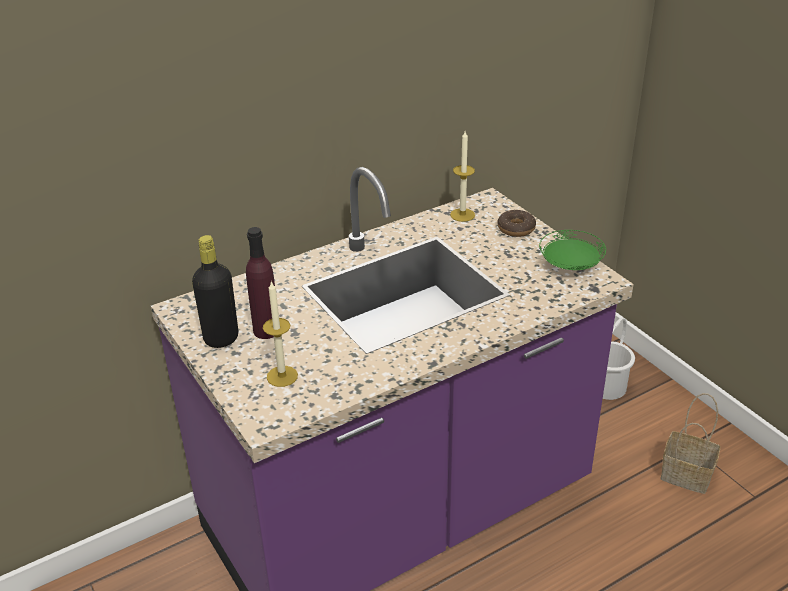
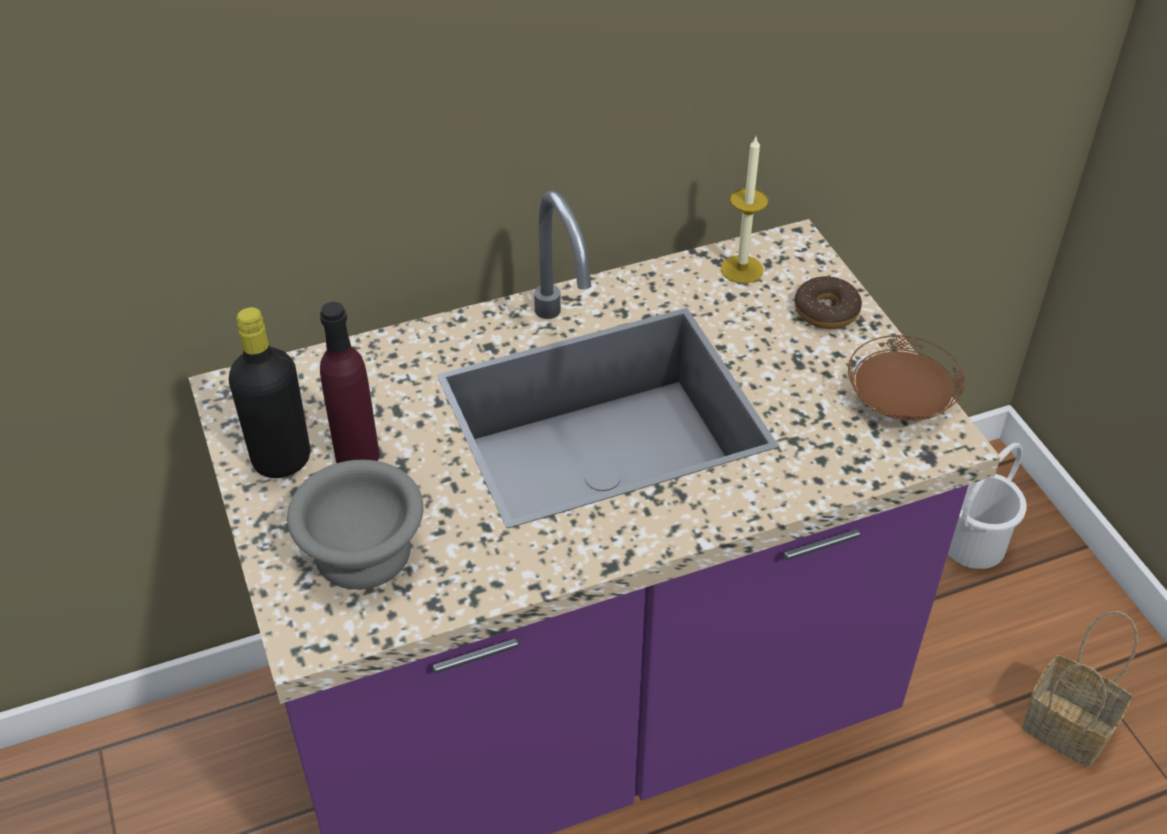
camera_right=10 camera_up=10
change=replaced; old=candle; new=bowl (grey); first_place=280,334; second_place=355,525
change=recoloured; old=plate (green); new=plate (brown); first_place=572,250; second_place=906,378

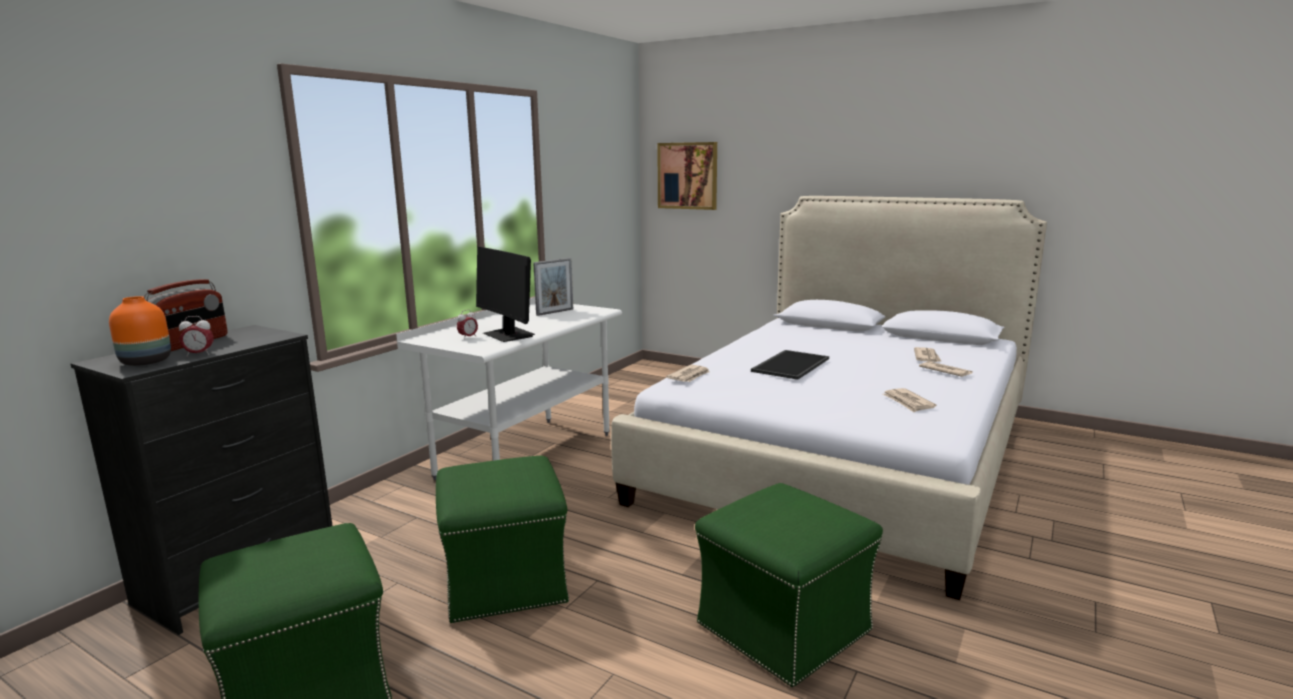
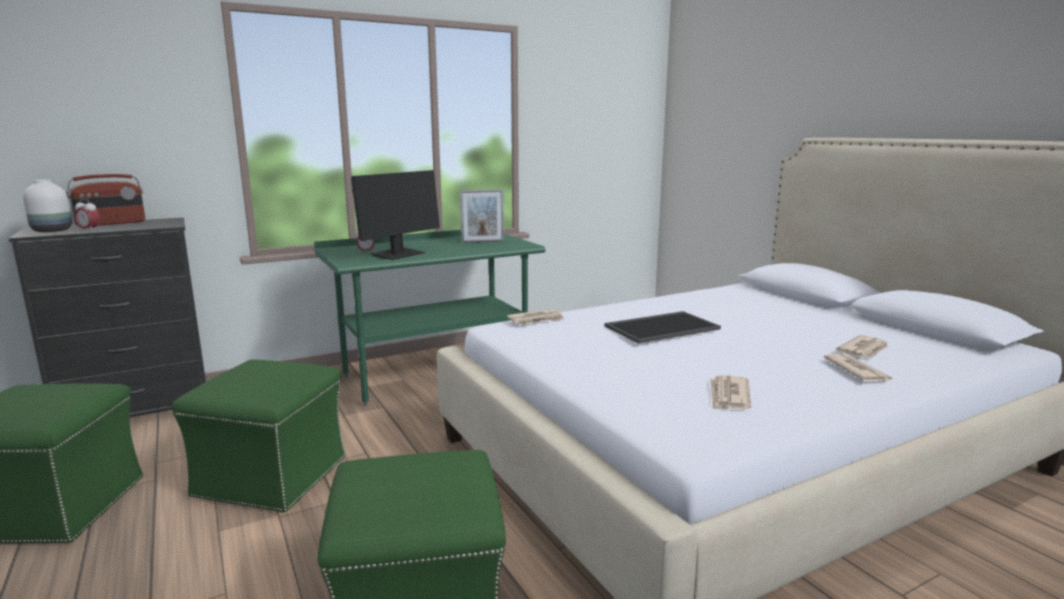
camera_right=30 camera_up=0
change=removed; old=picture; first_place=687,176
change=recoloured; old=vase (orange); new=vase (white); first_place=140,331; second_place=47,206
change=recoloured; old=desk (white); new=desk (green); first_place=509,388; second_place=430,318
change=turned; old=monitor; first_place=505,294; second_place=395,215; degrees=-135

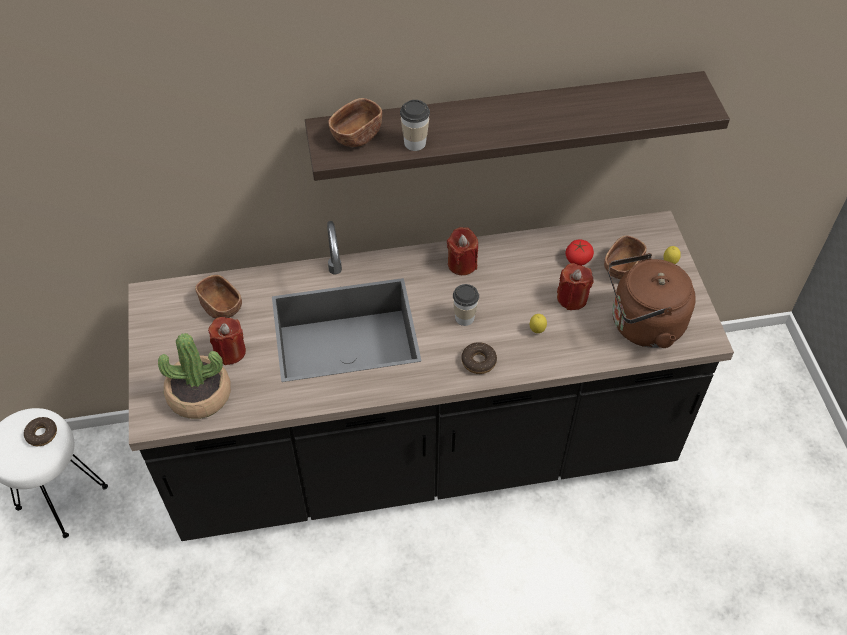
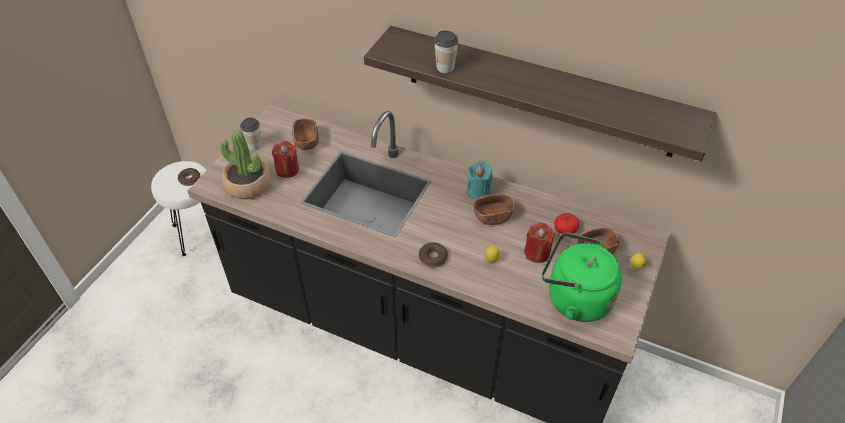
camera_right=35 camera_up=-5
change=moved; old=bowl (brown); first_place=355,122; second_place=494,209
change=moved; old=cup; first_place=466,305; second_place=251,134
change=recoloured; old=candle (red); new=candle (turquoise); first_place=462,251; second_place=480,180
change=recoloured; old=kettle (brown); new=kettle (green); first_place=652,300; second_place=582,277

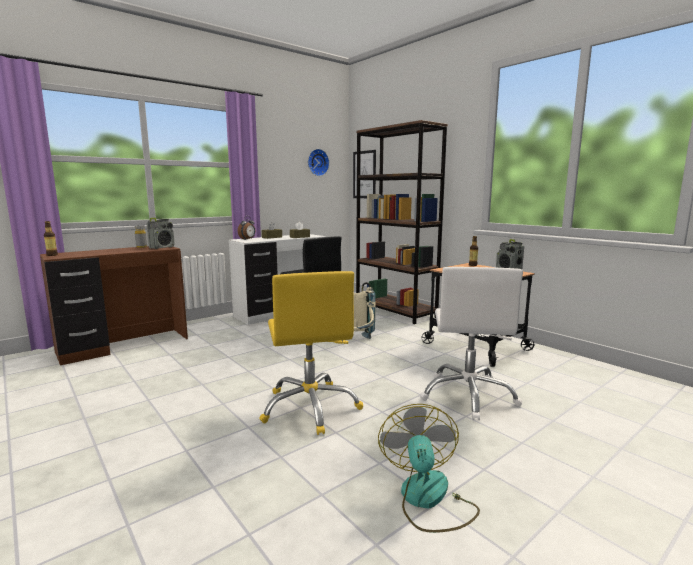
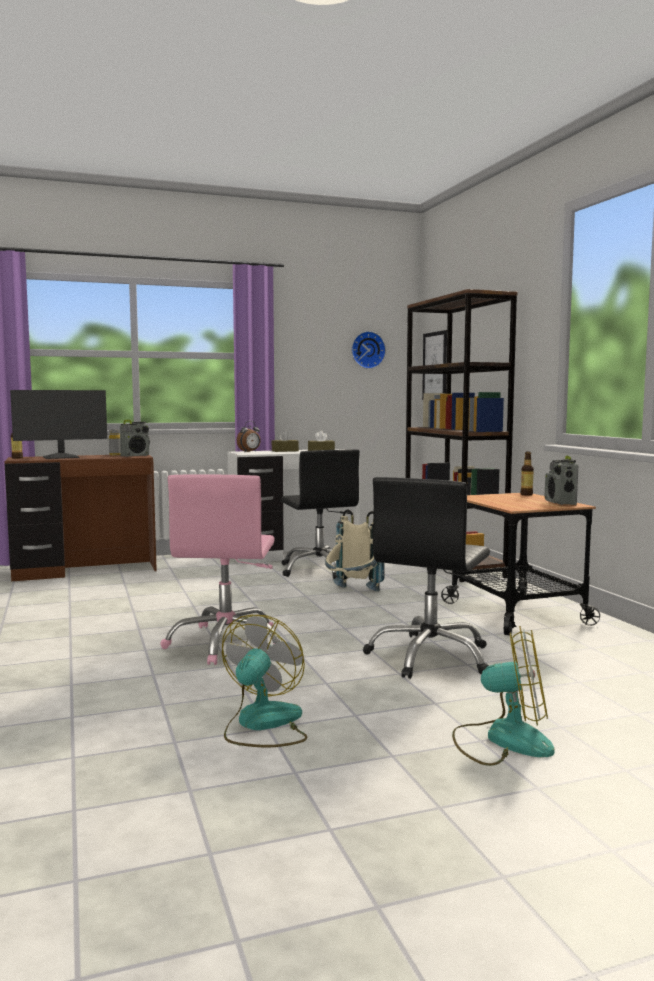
camera_right=20 camera_up=-5
change=added; new=monitor; second_place=58,424
change=added; new=fan; second_place=503,696
change=recoloured; old=office chair (yellow); new=office chair (pink); first_place=311,353; second_place=220,569
change=recoloured; old=office chair (white); new=office chair (black); first_place=471,343; second_place=426,578

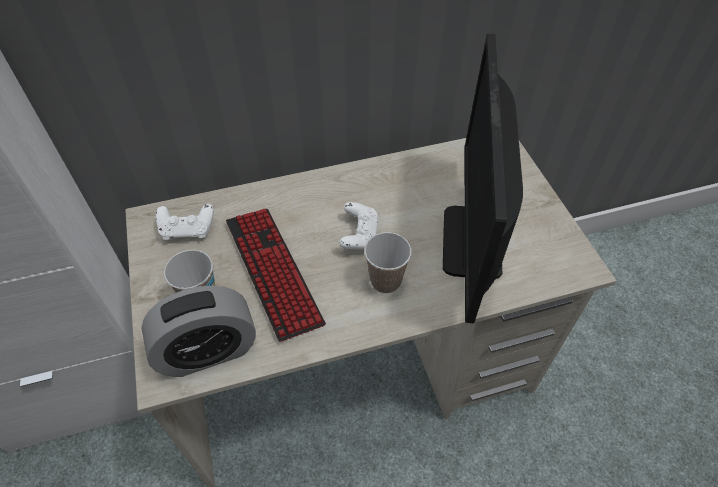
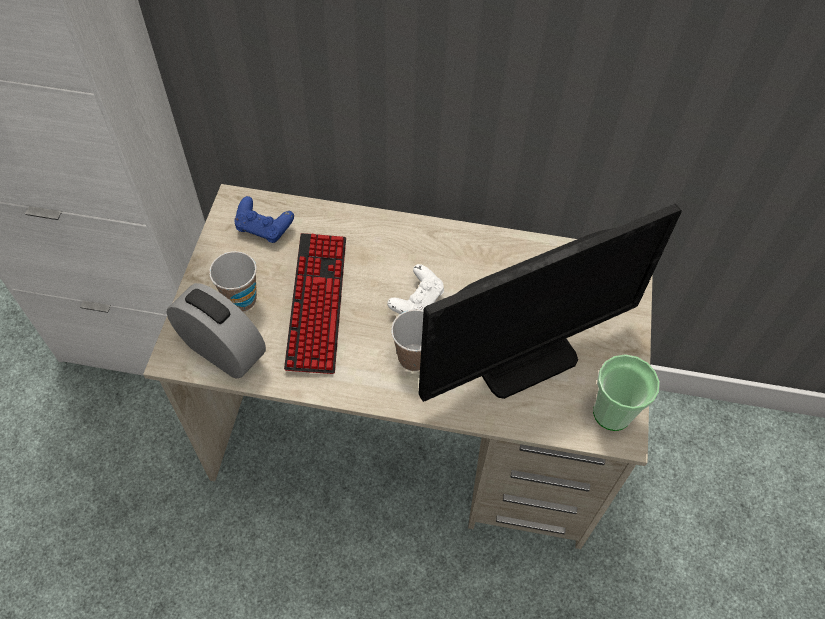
camera_right=25 camera_up=5
change=added; new=cup; second_place=626,392
change=recoloured; old=game controller (white); new=game controller (blue); first_place=185,222; second_place=264,219
change=turned; old=alarm clock; first_place=199,331; second_place=216,331; degrees=-150
change=turned; old=monitor; first_place=483,178; second_place=550,303; degrees=-150

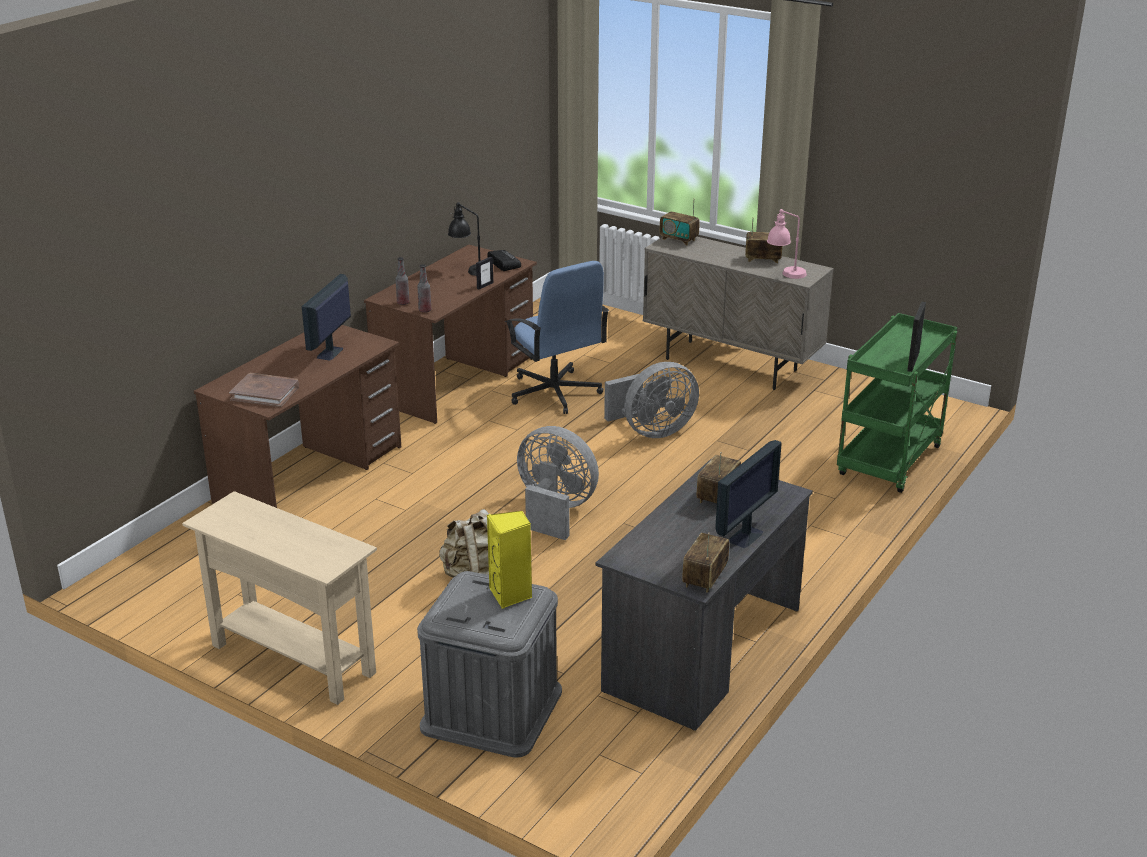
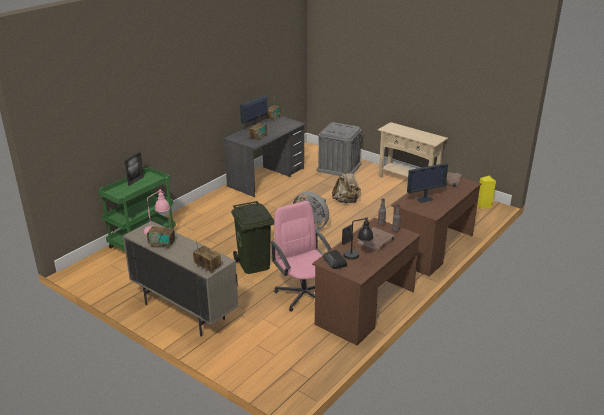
camera_right=-175 camera_up=0
change=added; new=book (brown); second_place=376,239
change=moved; old=speaker (yellow); first_place=509,560; second_place=486,192
change=replaced; old=fan (grey); new=trash can (green); first_place=651,400; second_place=252,237
change=recoloured; old=office chair (blue); new=office chair (pink); first_place=557,337; second_place=300,256
change=turned; old=monitor; first_place=326,317; second_place=427,183; degrees=45

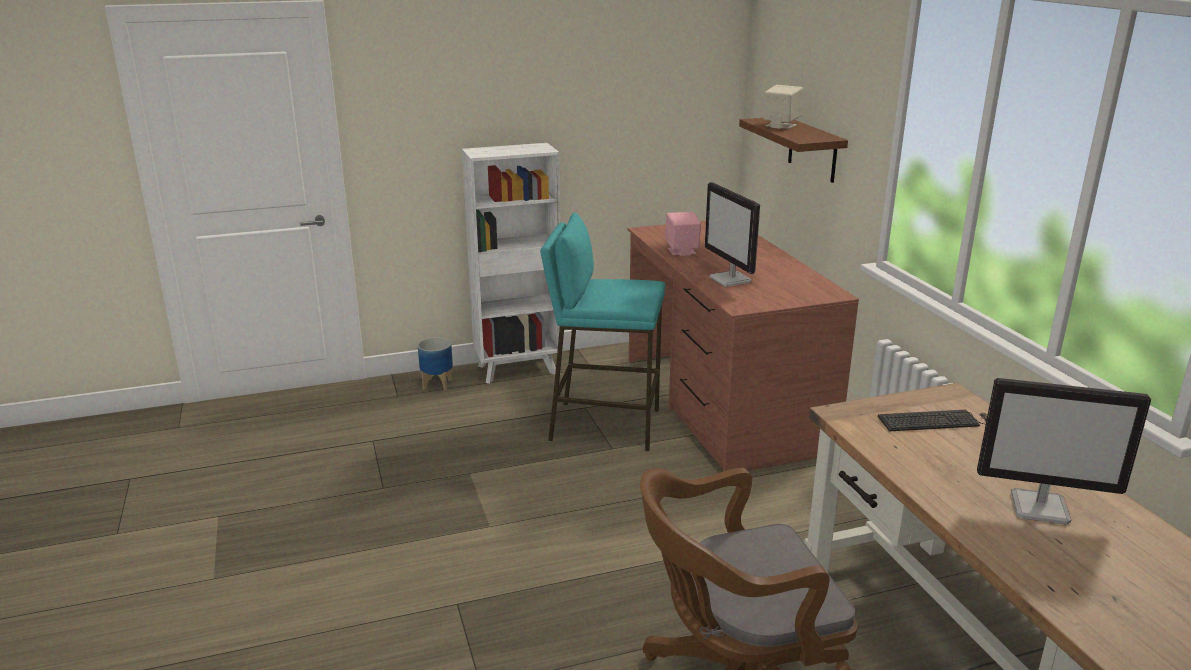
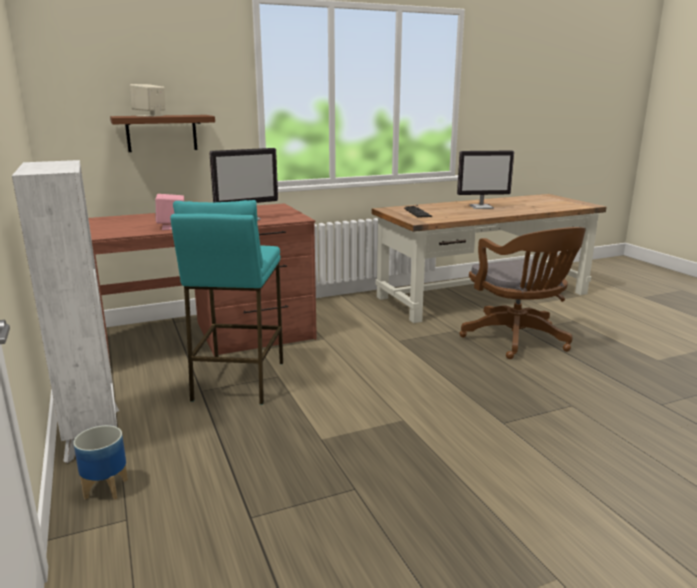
camera_right=-95 camera_up=-5
change=turned; old=monitor; first_place=1064,451; second_place=485,180; degrees=75

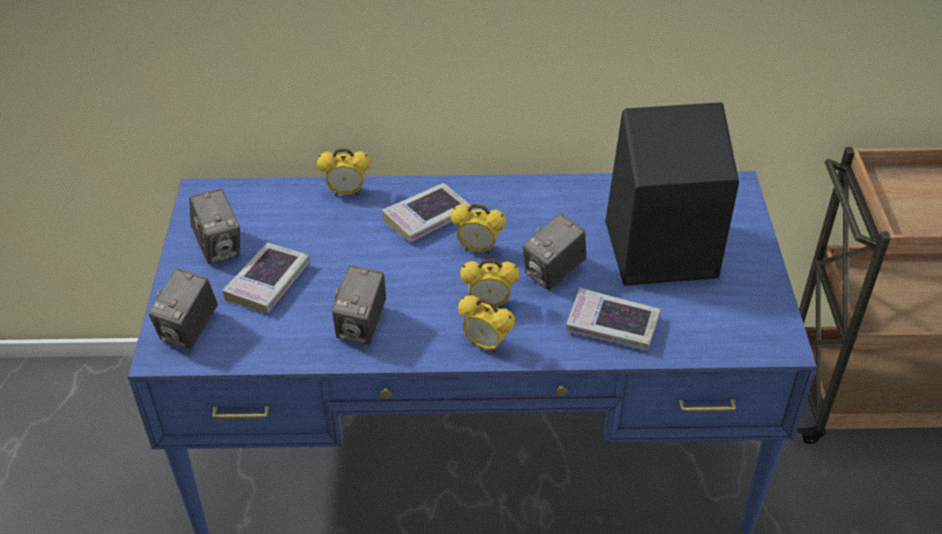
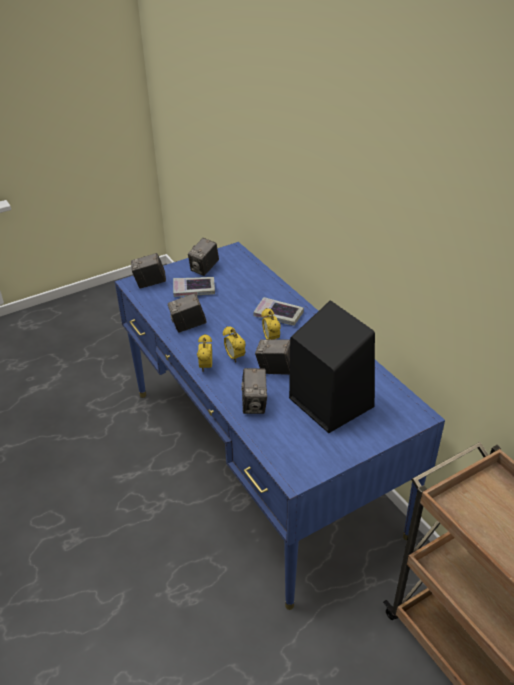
camera_right=60 camera_up=-5
change=removed; old=alarm clock; first_place=343,172
change=replaced; old=book; new=photo camera; first_place=613,319; second_place=254,391

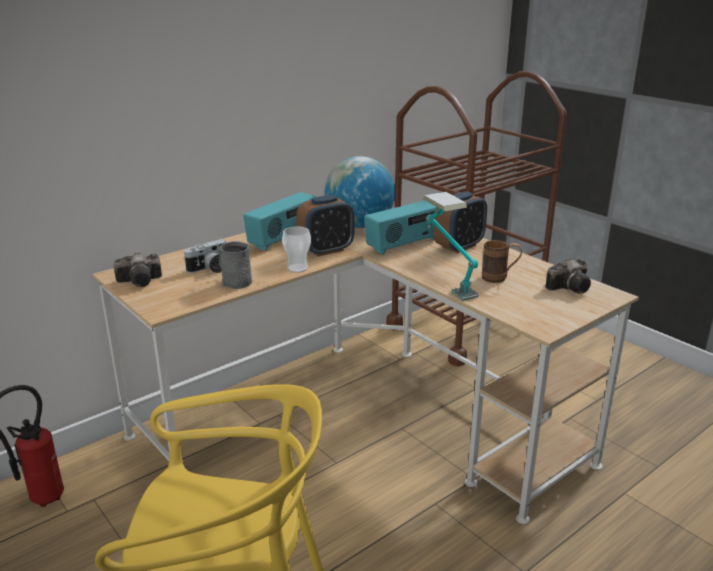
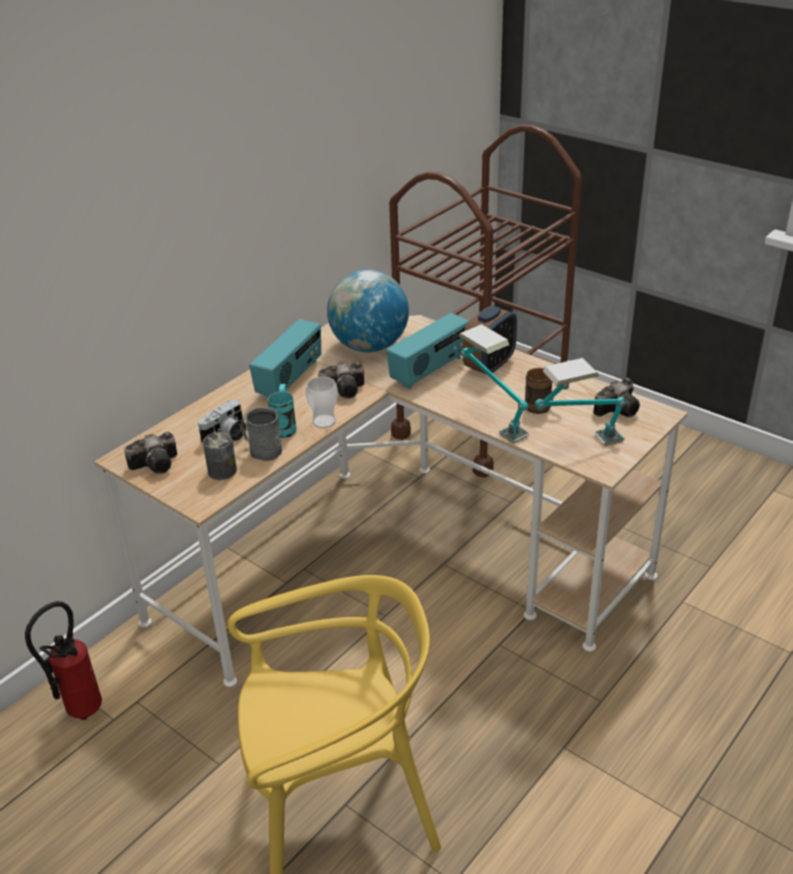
camera_right=-10 camera_up=10
change=added; new=can; second_place=220,456
change=added; new=mug (turquoise); second_place=282,411
change=added; new=table lamp; second_place=580,402
change=replaced; old=alarm clock; new=photo camera; first_place=325,226; second_place=341,380

